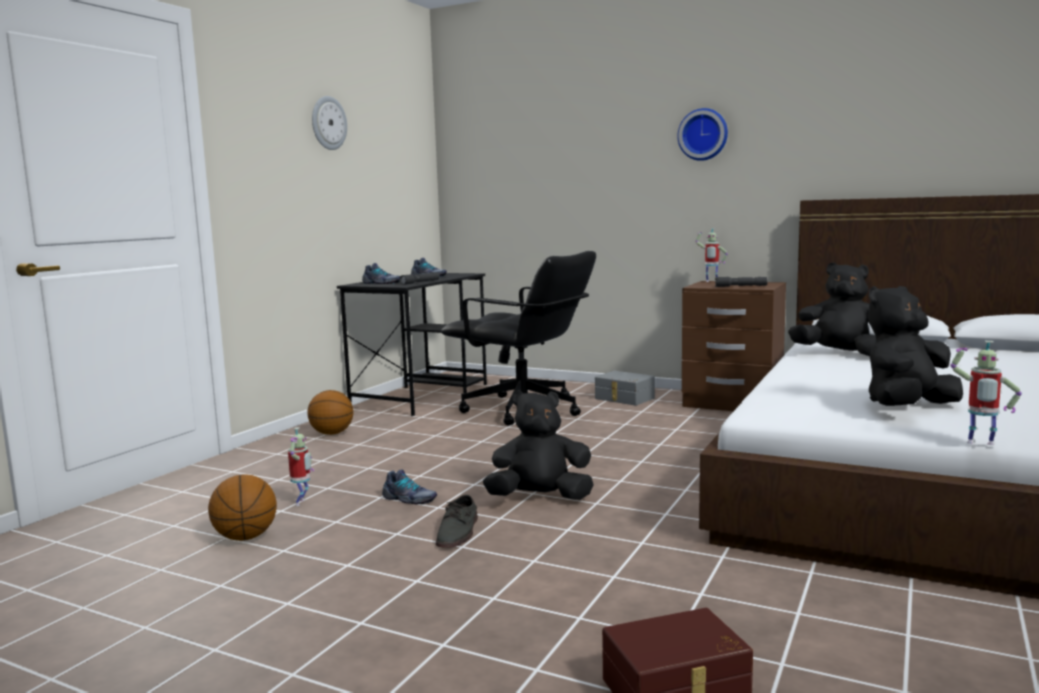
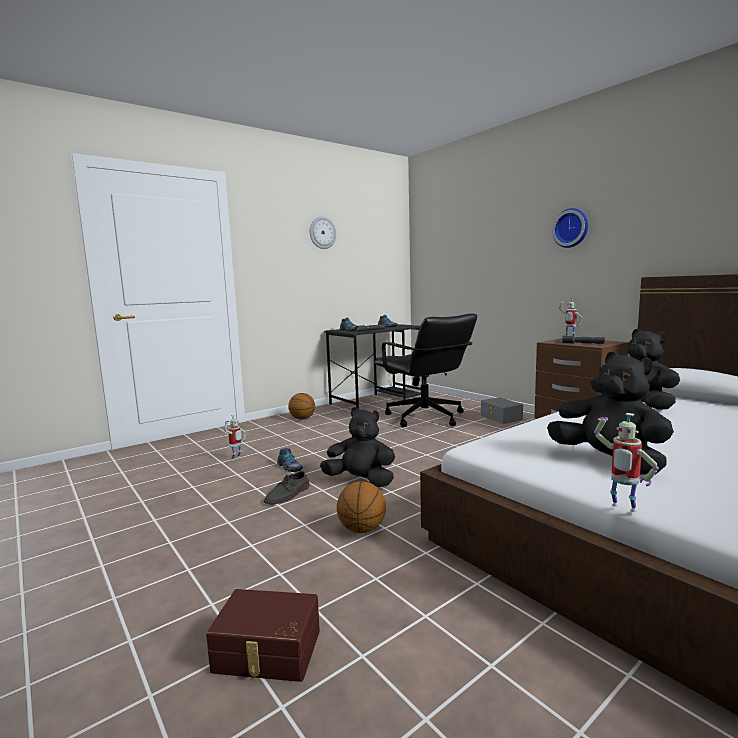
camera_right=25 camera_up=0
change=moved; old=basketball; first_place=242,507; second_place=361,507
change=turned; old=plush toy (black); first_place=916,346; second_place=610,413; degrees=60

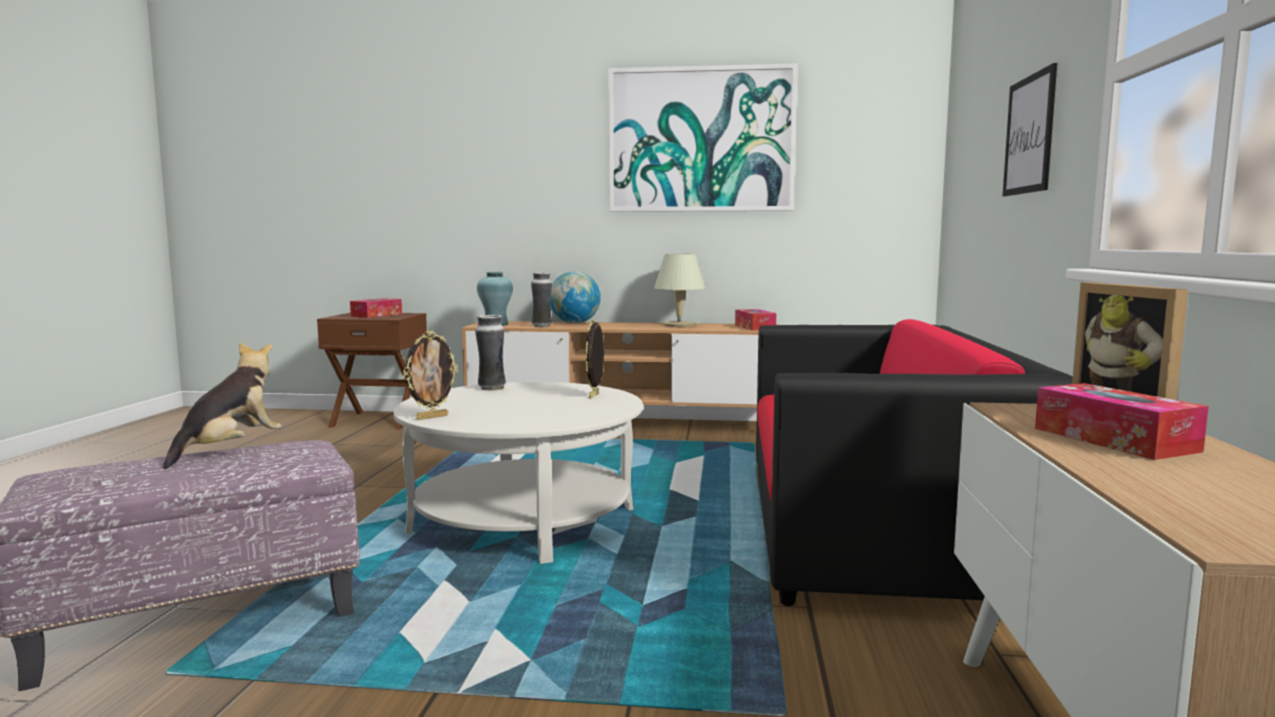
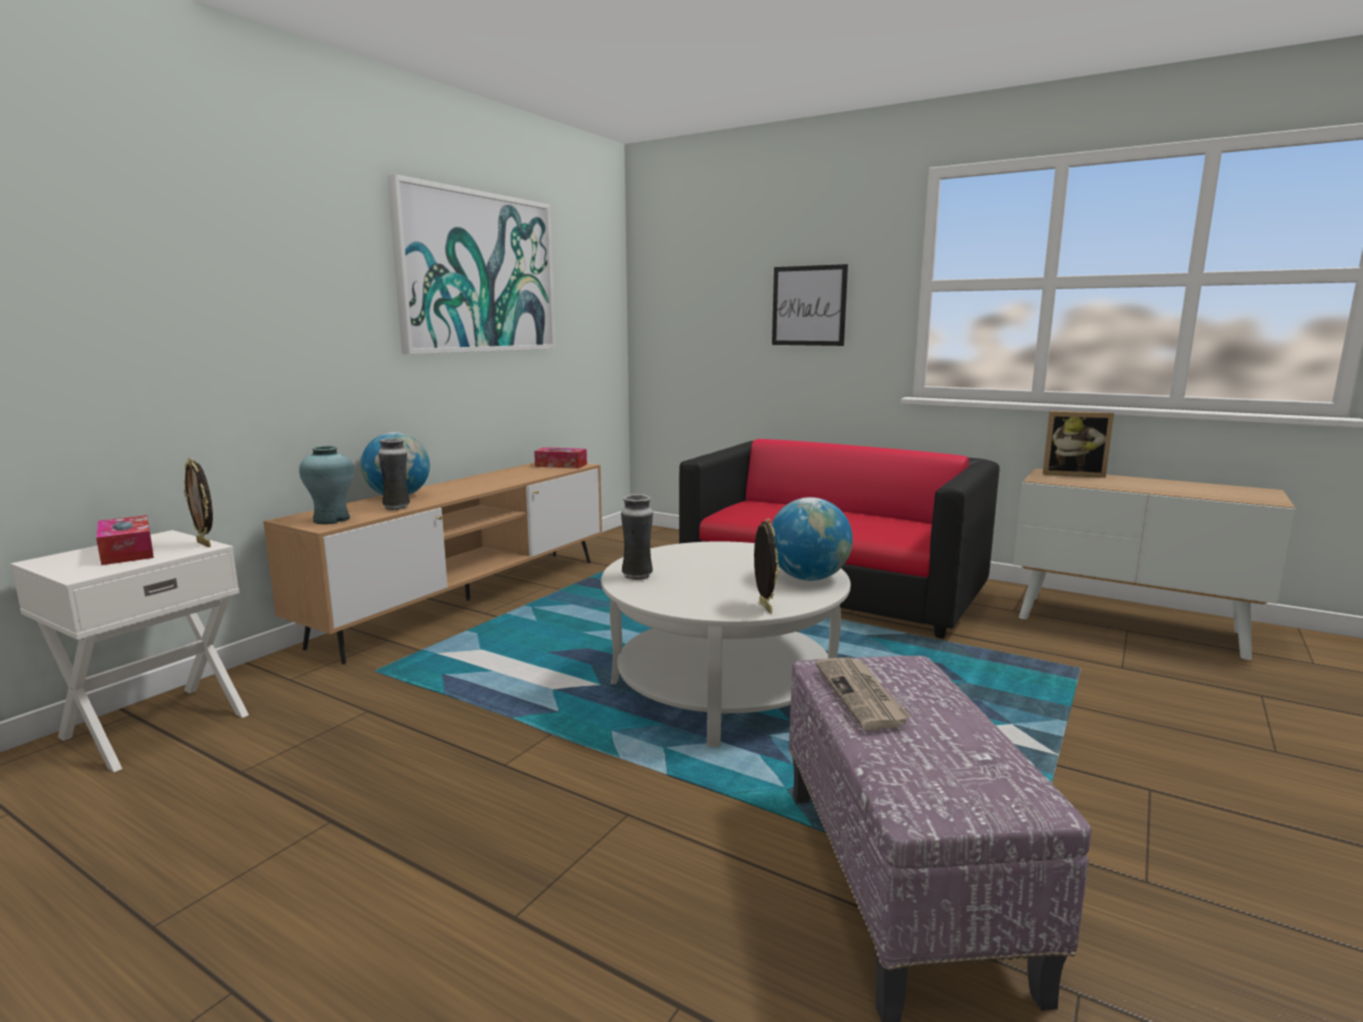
camera_right=-65 camera_up=5
change=removed; old=table lamp (beige); first_place=679,290
change=removed; old=tissue box; first_place=1122,421
change=added; new=globe; second_place=812,539
change=moved; old=picture frame; first_place=594,359; second_place=198,502
change=replaced; old=plush toy; new=newspaper; first_place=222,405; second_place=863,694
change=recoloured; old=nightstand (brown); new=nightstand (white); first_place=372,371; second_place=129,651

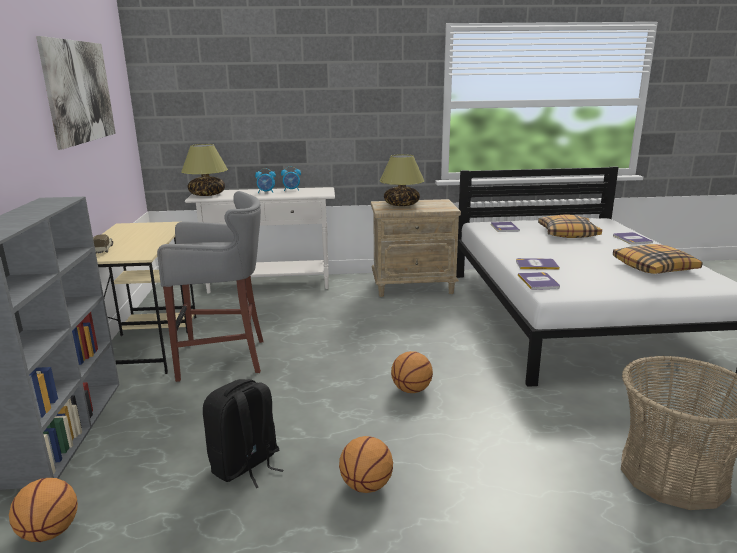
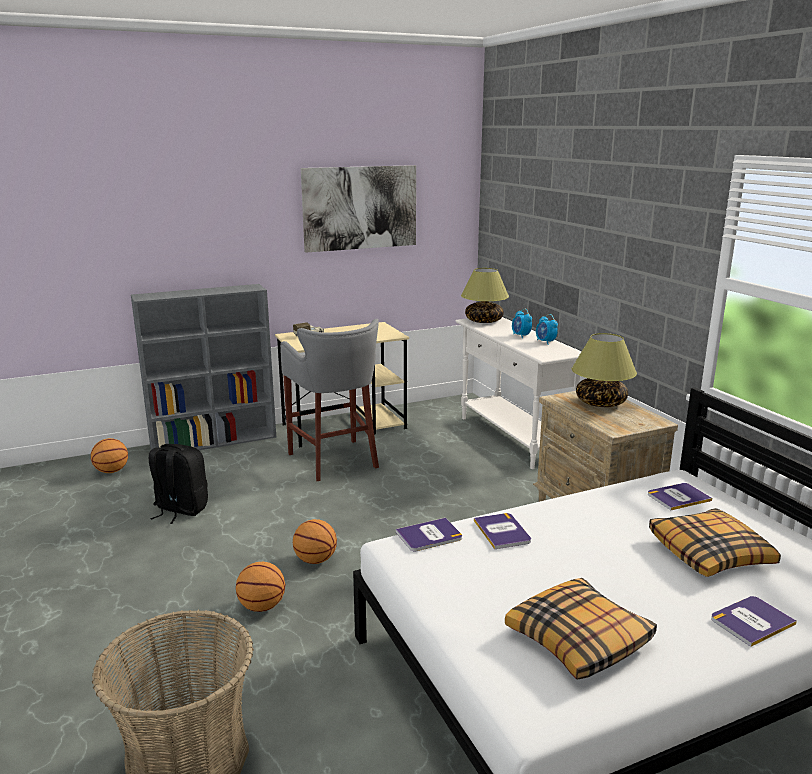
camera_right=70 camera_up=0
change=moved; old=basketball; first_place=366,464; second_place=260,587

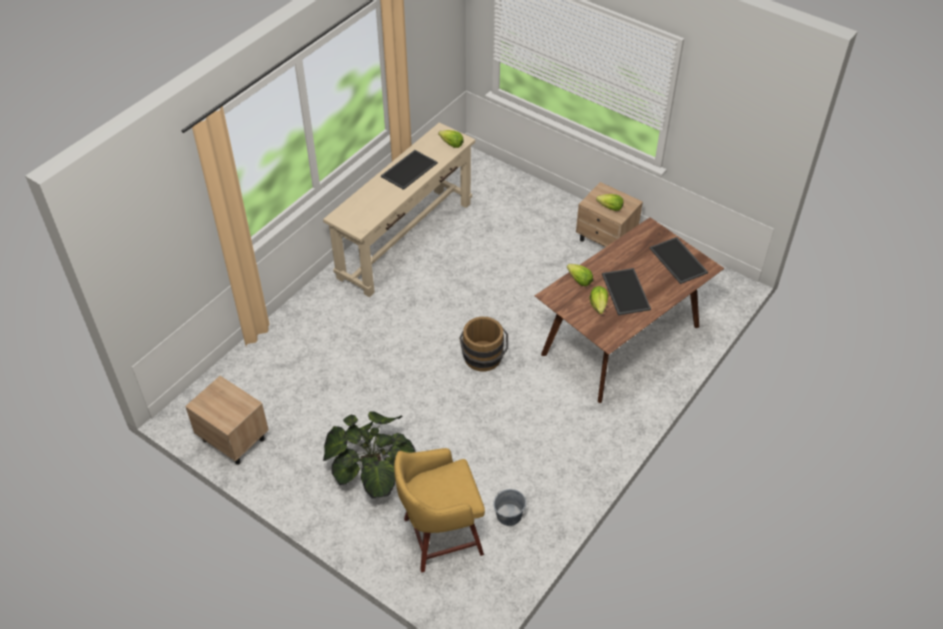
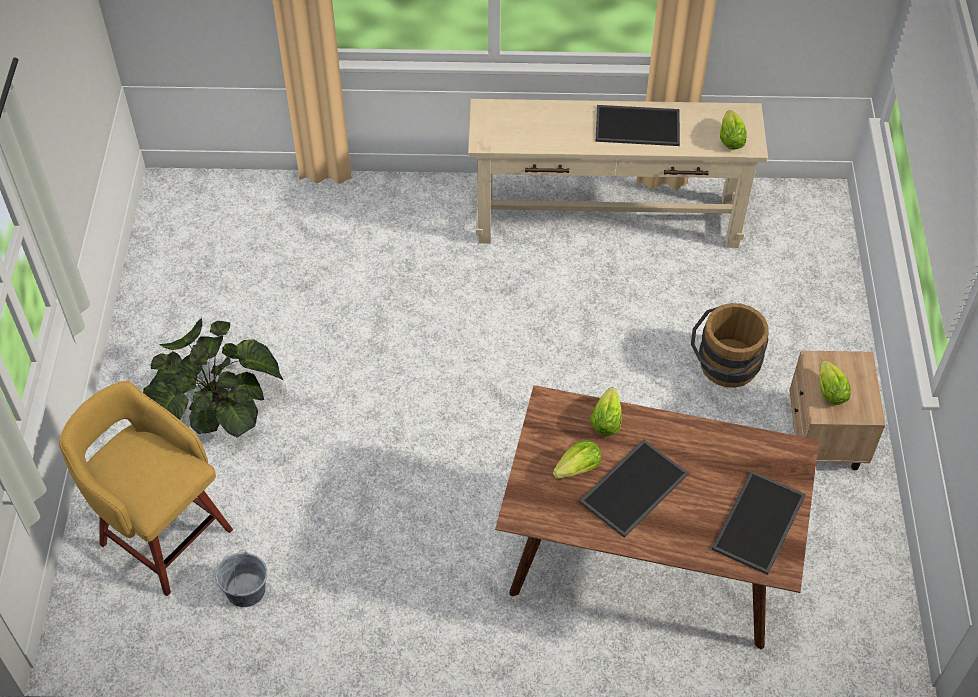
camera_right=55 camera_up=5
change=removed; old=nightstand (beige); first_place=227,420
change=moved; old=bucket (brown); first_place=483,344; second_place=730,345

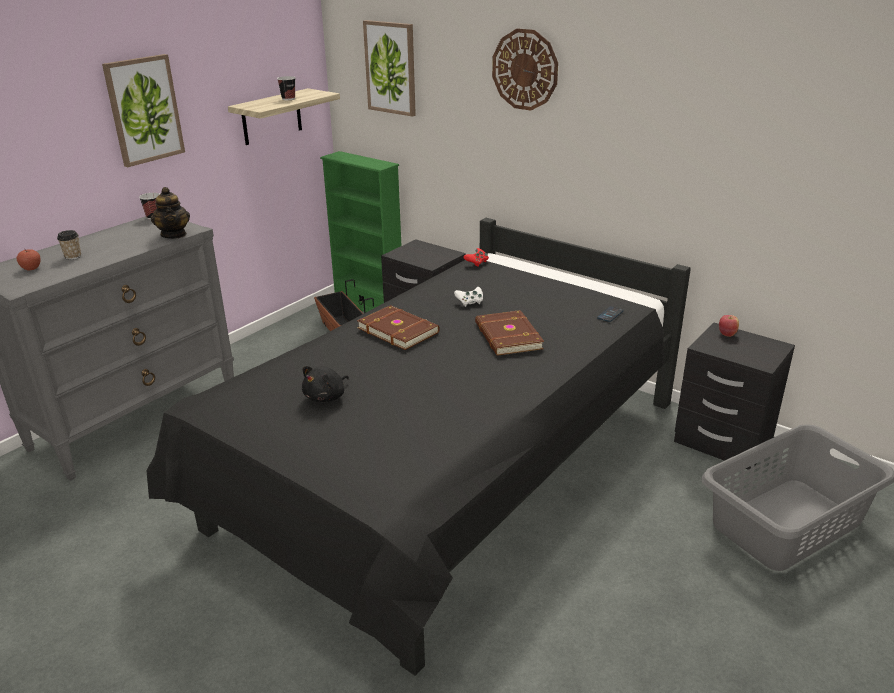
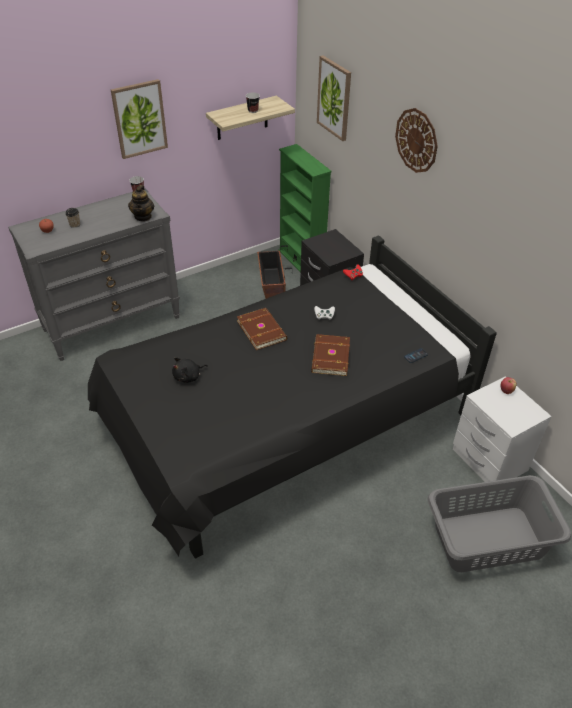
camera_right=20 camera_up=15
change=recoloured; old=nightstand (black); new=nightstand (white); first_place=734,396; second_place=502,429

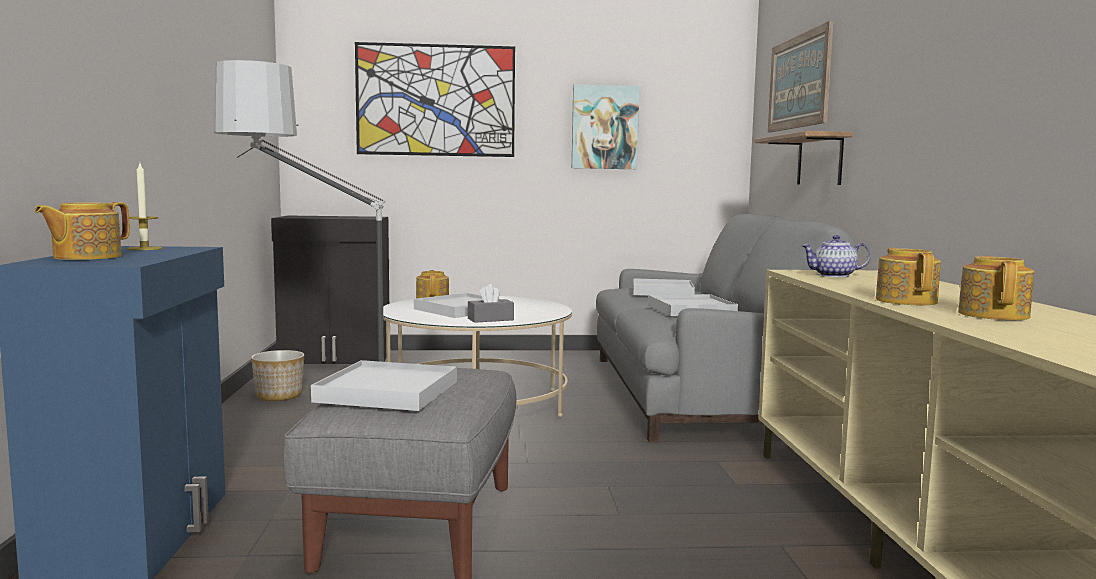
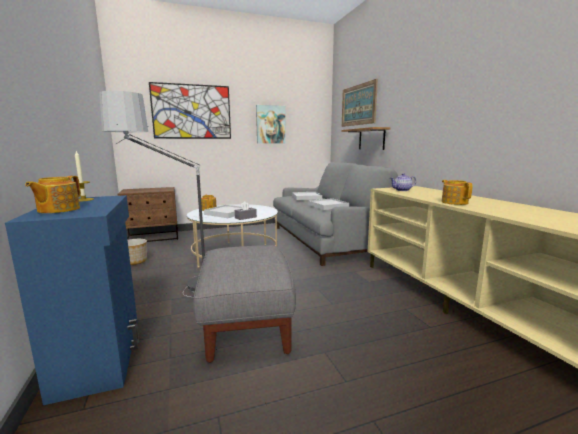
camera_right=-15 camera_up=5
change=removed; old=tray (white); first_place=384,385
change=removed; old=teapot; first_place=996,288
change=replaced; old=cabinet (black); new=nightstand (brown); first_place=330,290; second_place=147,214

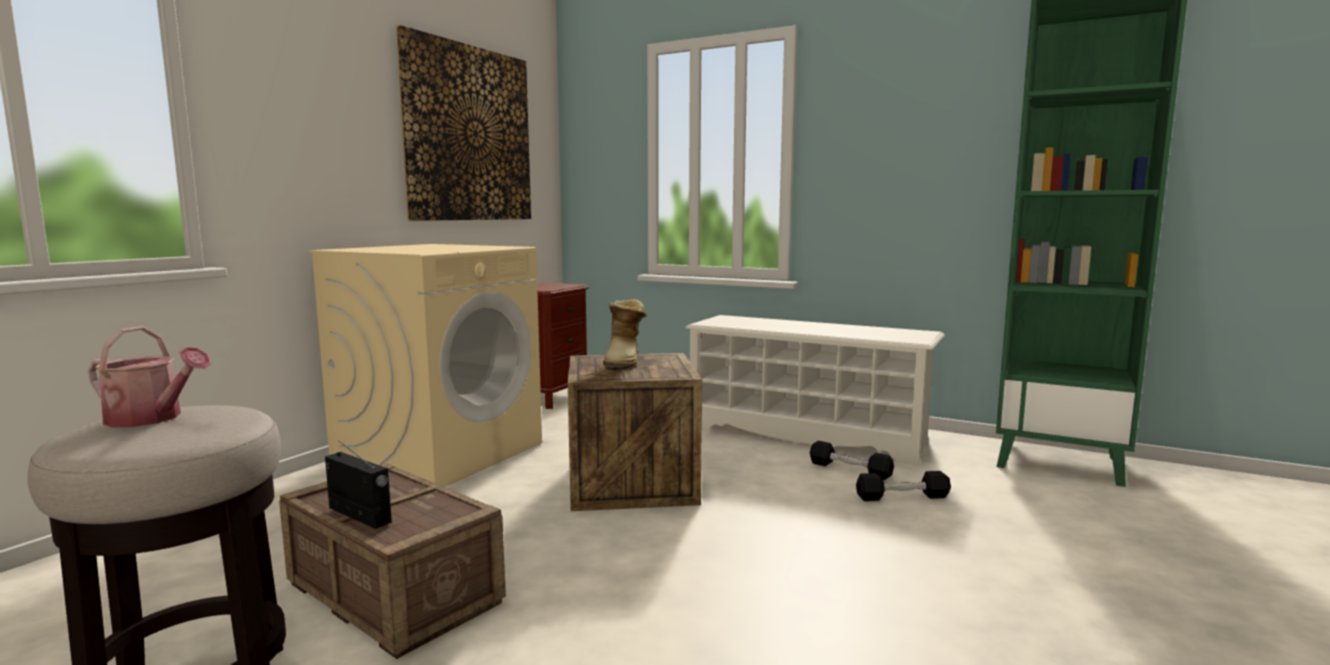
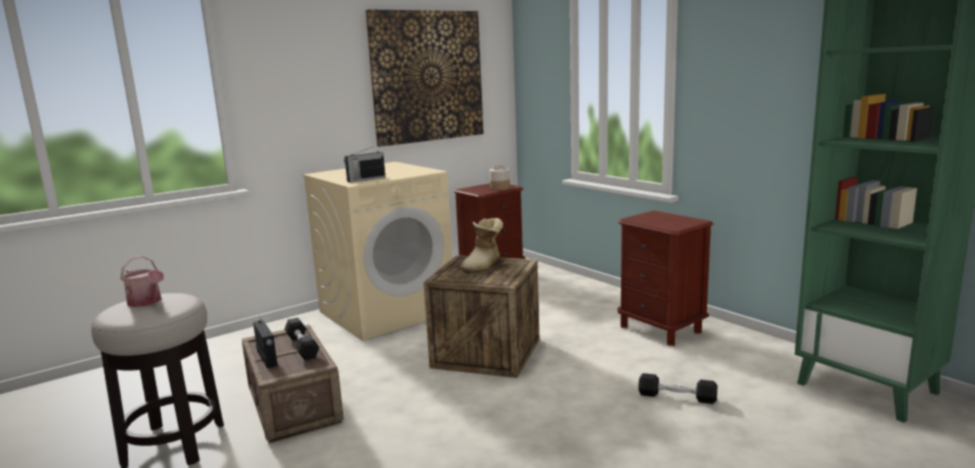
camera_right=25 camera_up=5
change=added; new=radio; second_place=364,164
change=added; new=jar; second_place=499,178
change=moved; old=dumbbell (black); first_place=852,460; second_place=301,339
change=replaced; old=shoe rack (white); new=nightstand (brown); first_place=815,390; second_place=665,278

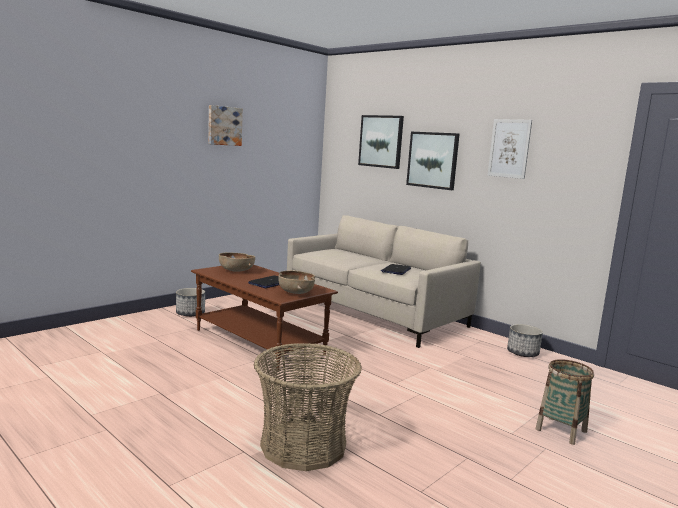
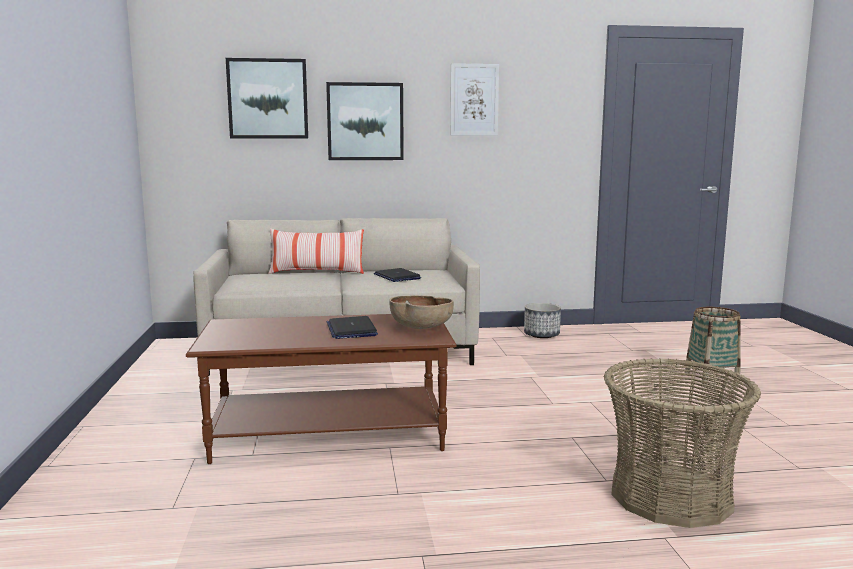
camera_right=-50 camera_up=0
change=removed; old=planter; first_place=190,302
change=removed; old=picture; first_place=225,125
change=removed; old=bowl (brown); first_place=237,262
change=added; new=pillow; second_place=316,251

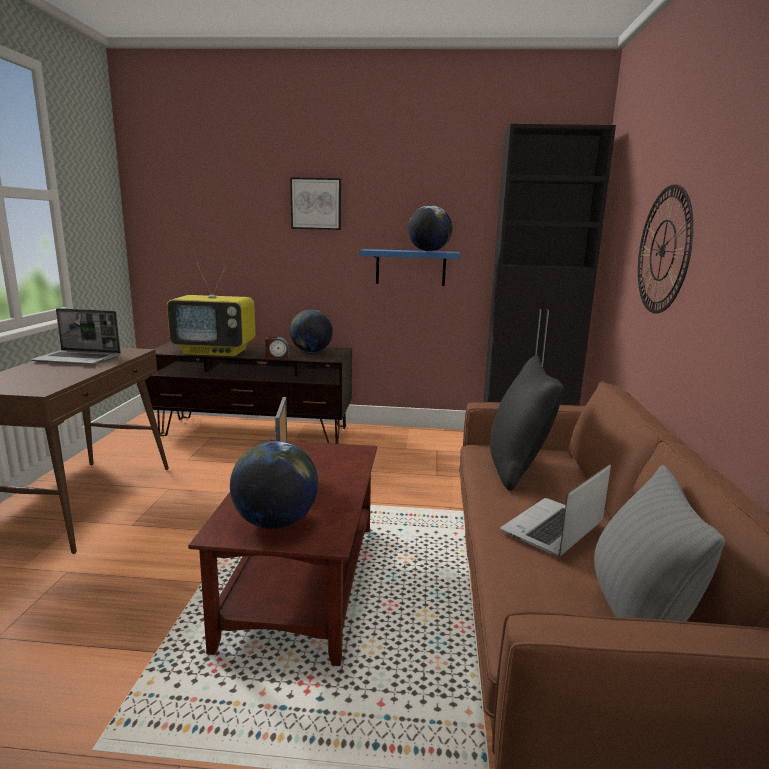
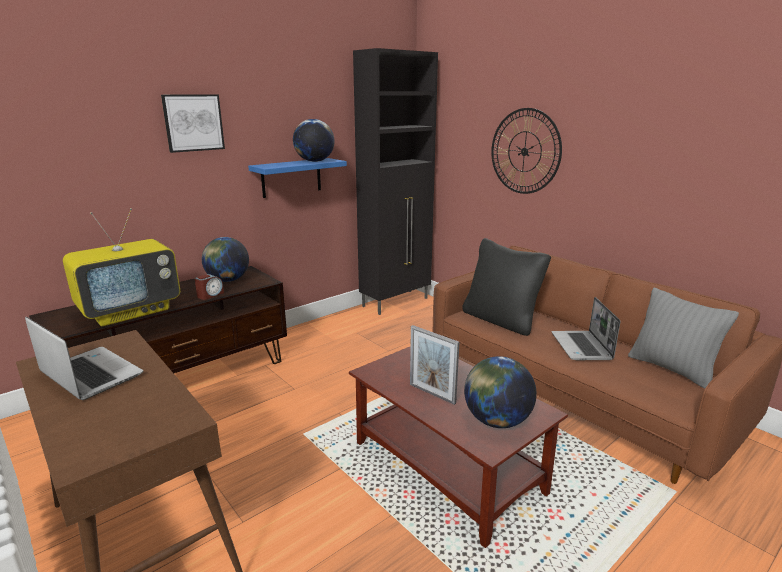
camera_right=-45 camera_up=5
change=turned; old=laptop; first_place=76,336; second_place=84,358; degrees=-105

